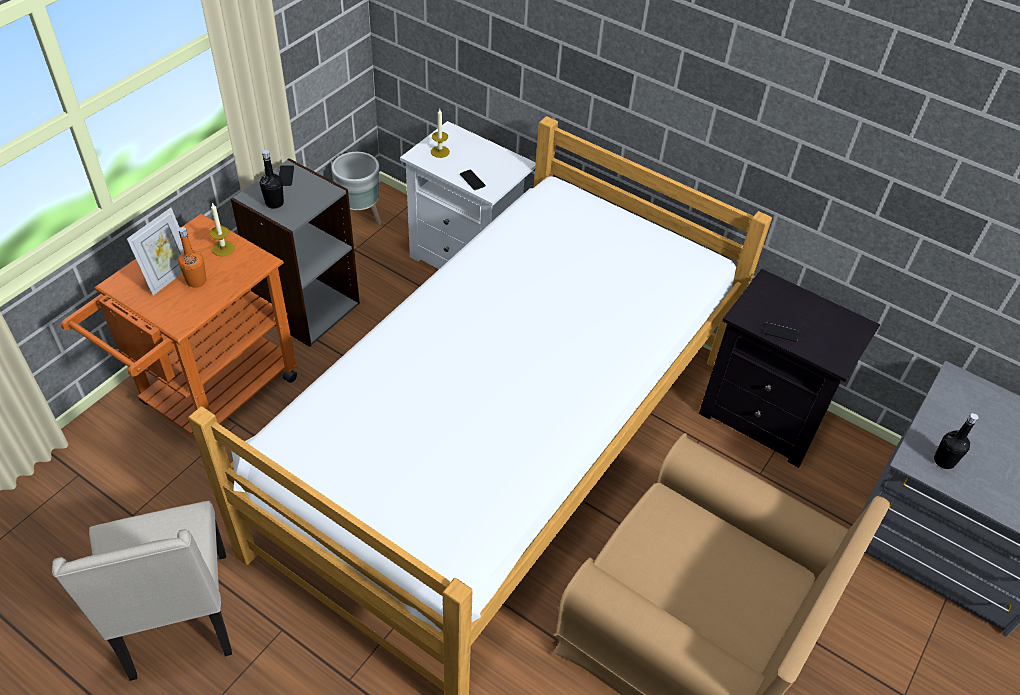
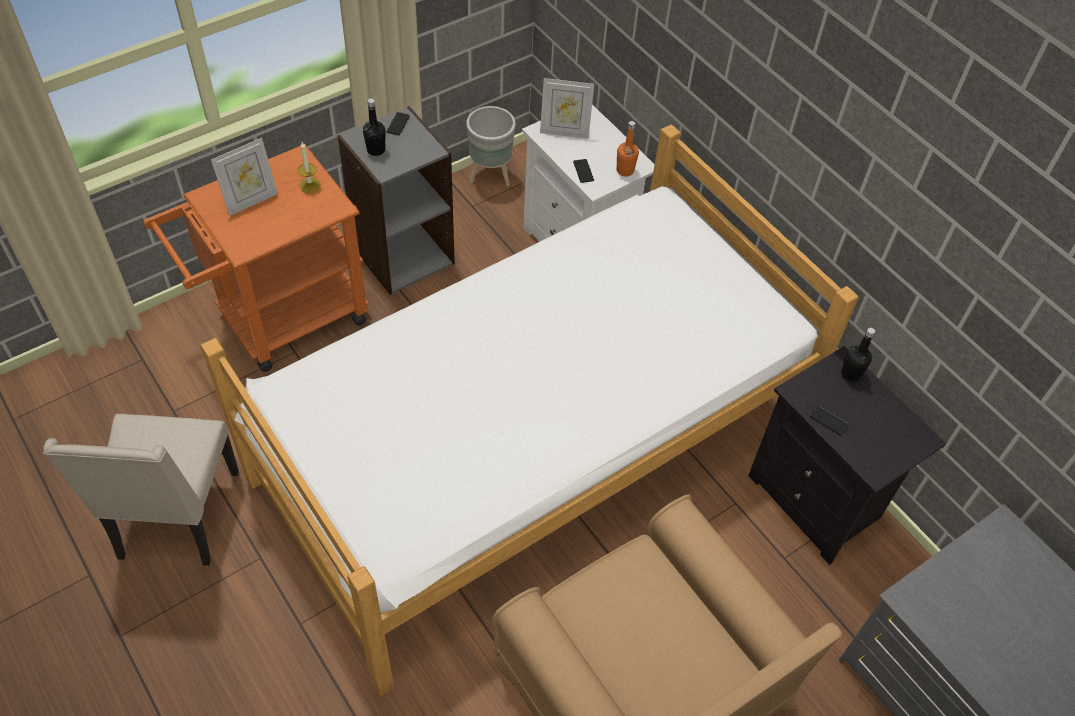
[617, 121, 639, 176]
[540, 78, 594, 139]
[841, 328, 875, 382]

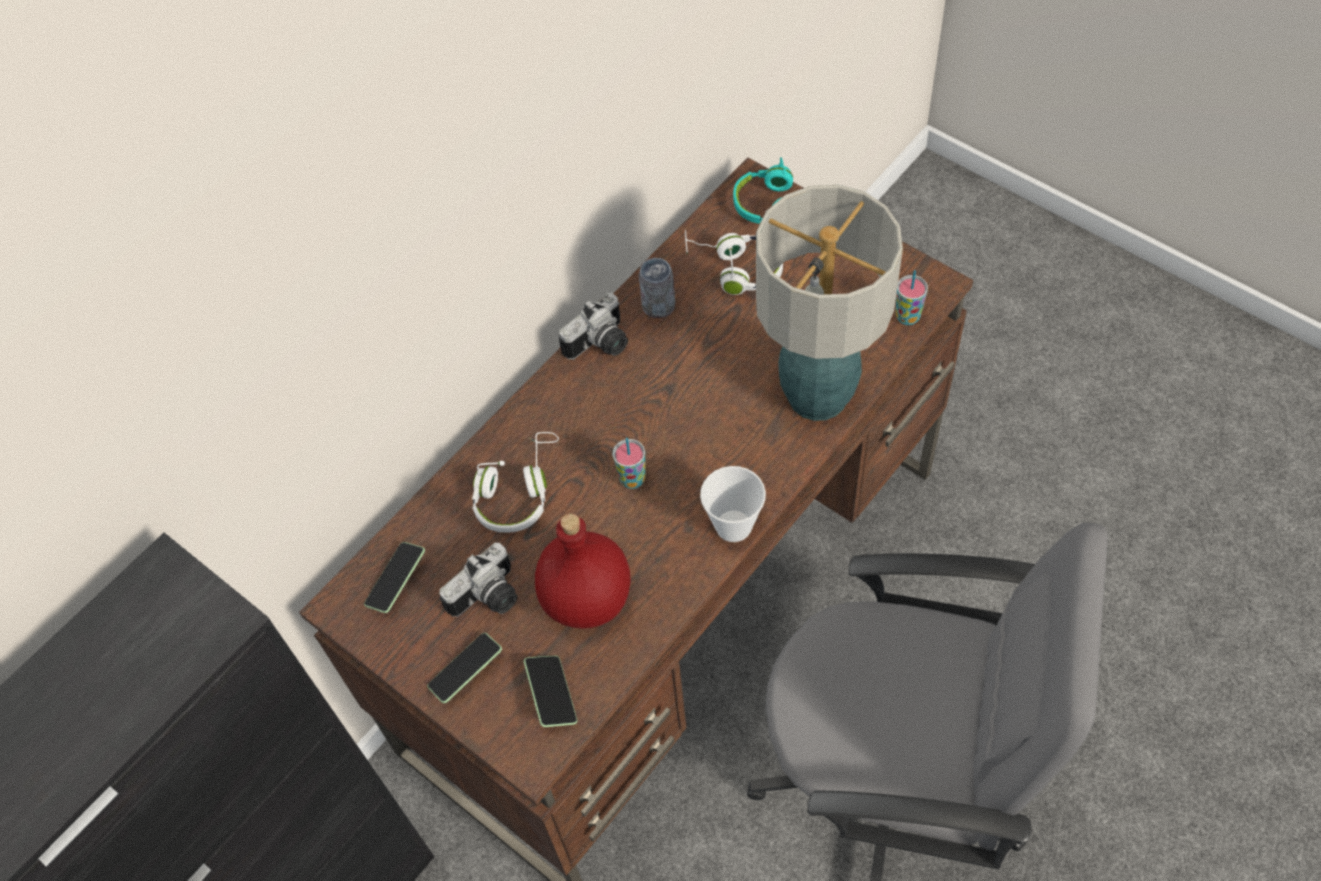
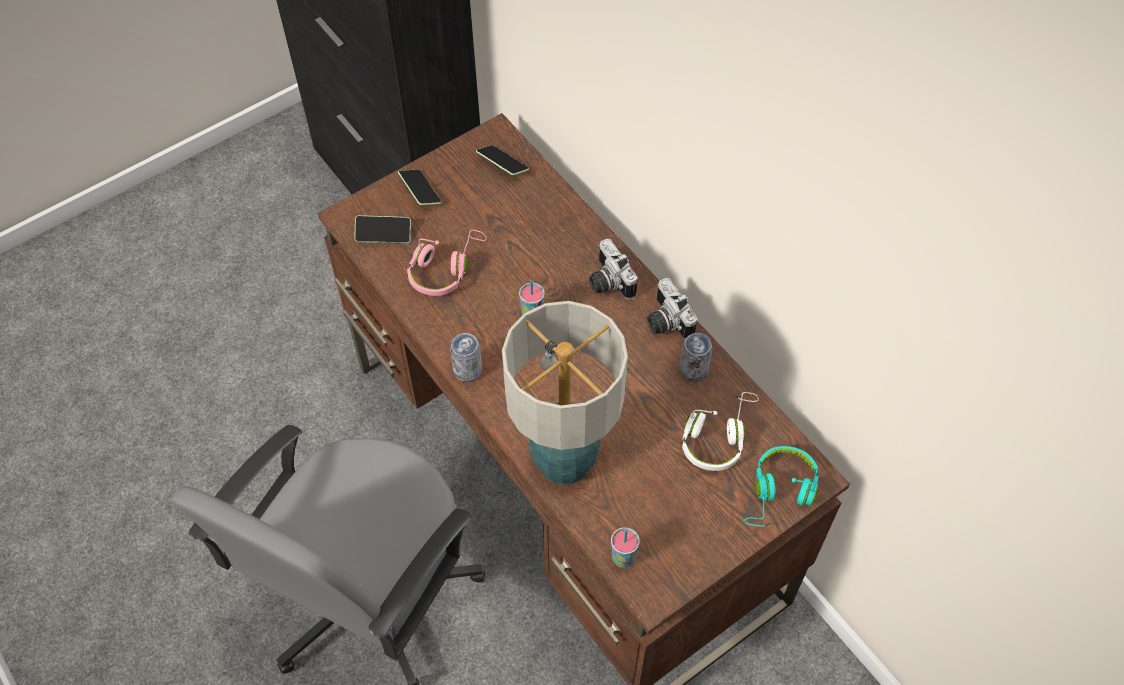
[588, 239, 638, 299]
[472, 432, 559, 533] (first image)
[407, 230, 487, 296]
[450, 333, 482, 382]

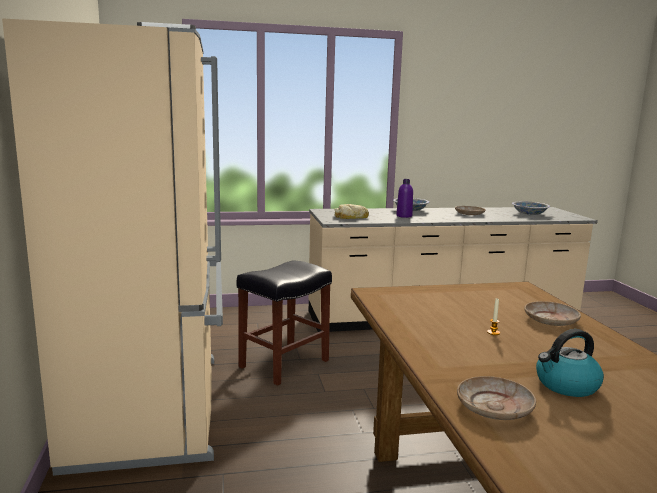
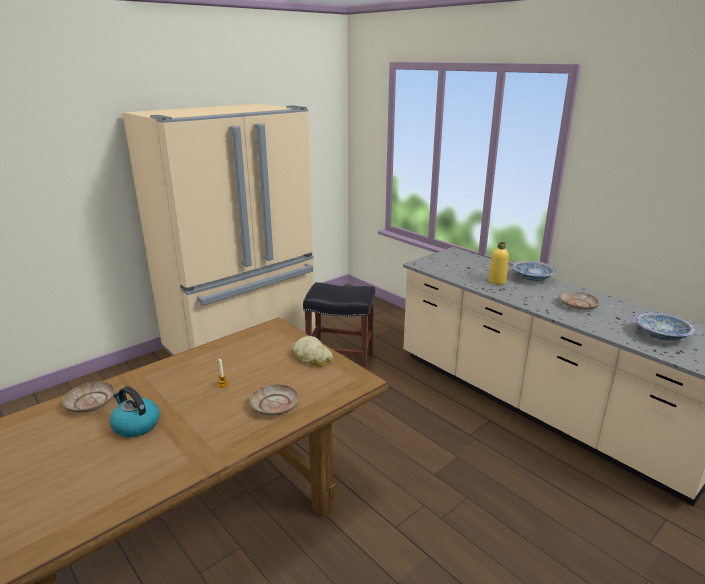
[292, 336, 333, 367]
[488, 242, 509, 285]

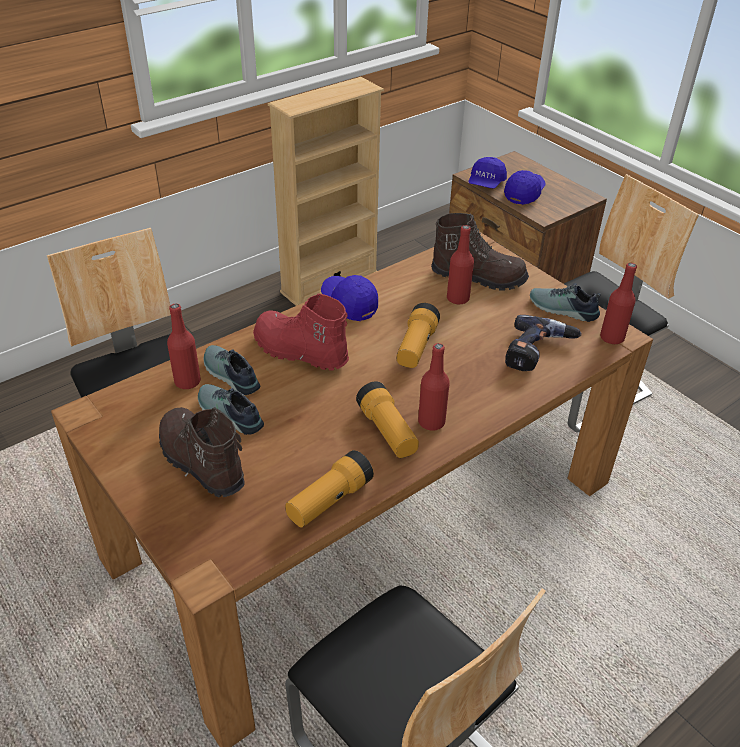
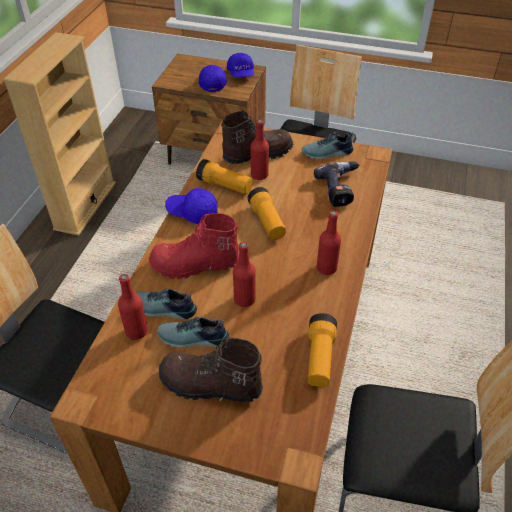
[196, 159, 253, 194]
[227, 53, 254, 78]
[233, 242, 256, 307]

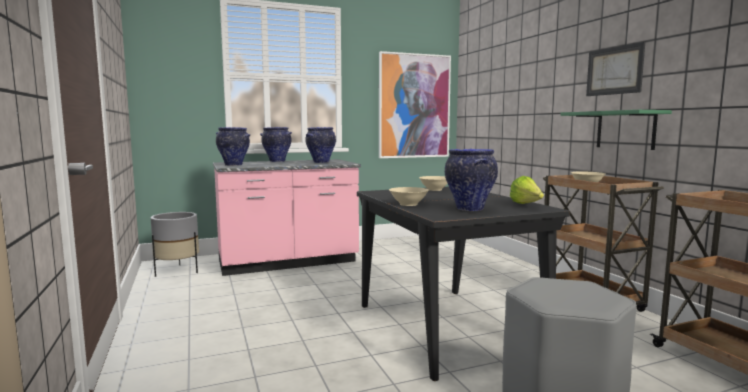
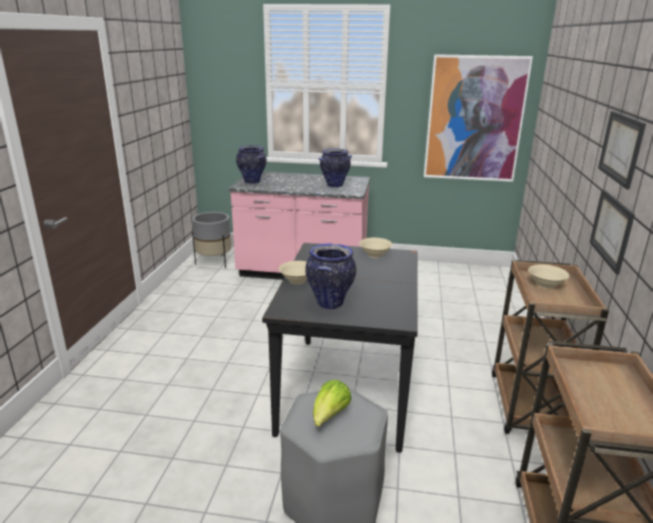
[260, 127, 292, 162] (first image)
[313, 379, 351, 427]
[590, 189, 635, 275]

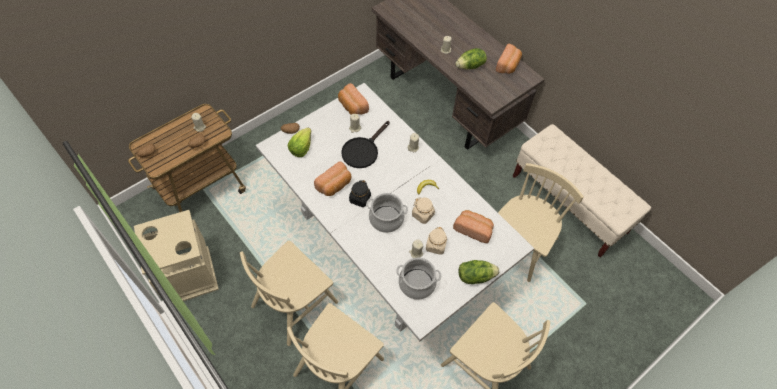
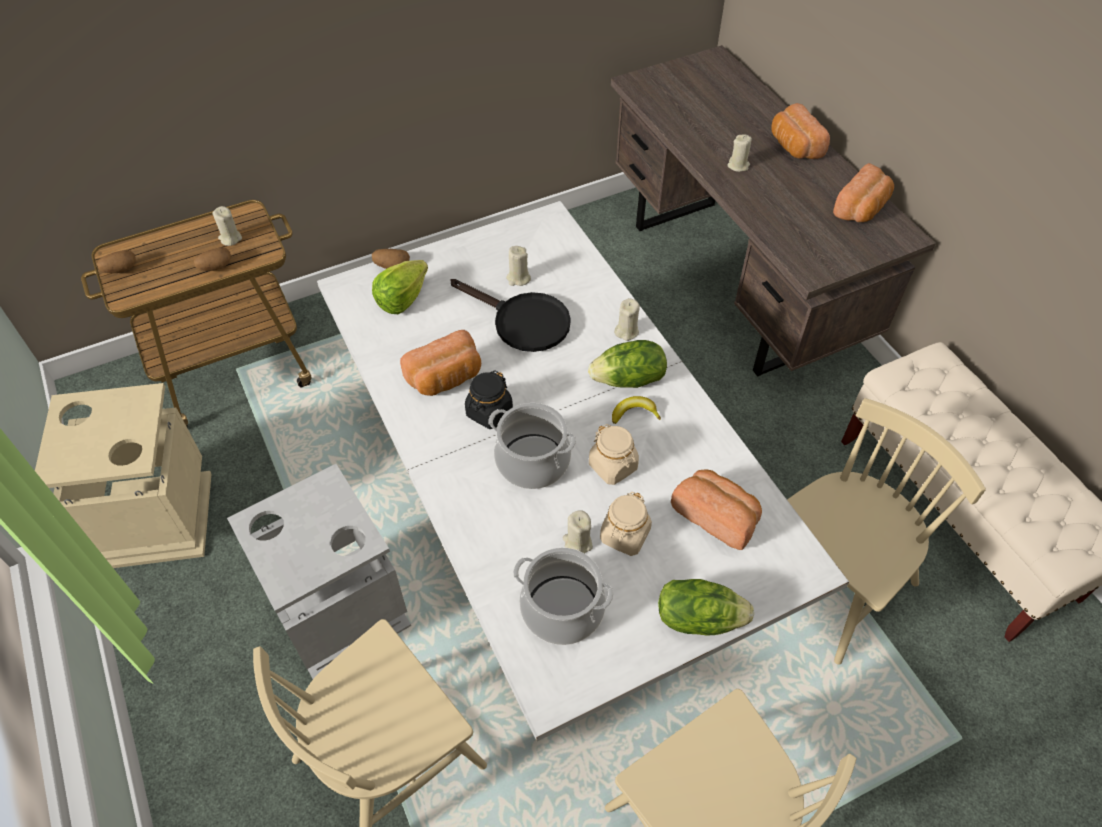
[227, 464, 411, 679]
[771, 103, 830, 159]
[450, 279, 571, 352]
[588, 340, 667, 388]

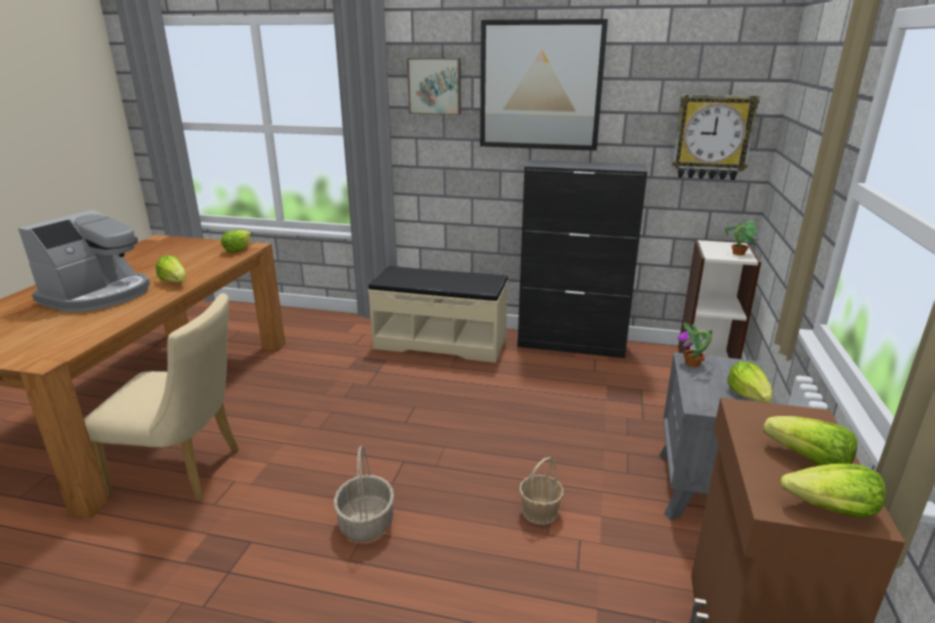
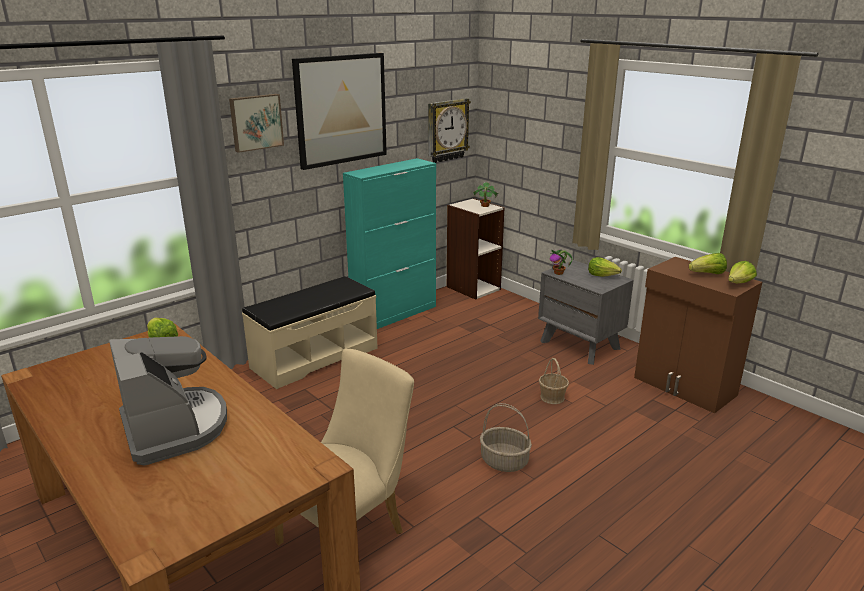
[156, 255, 186, 283] (first image)
[343, 158, 436, 329]

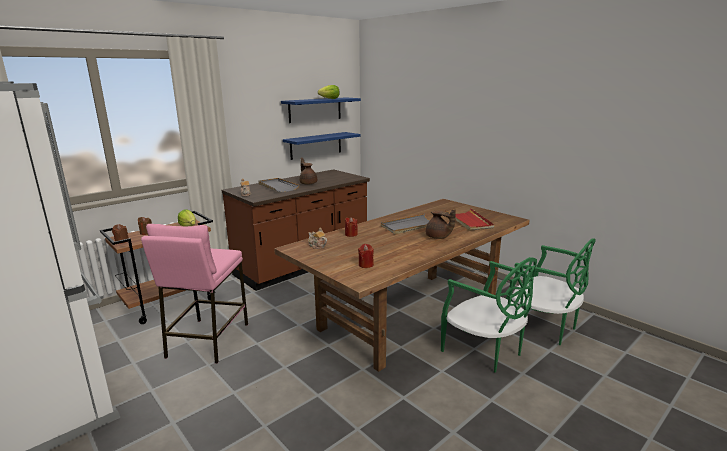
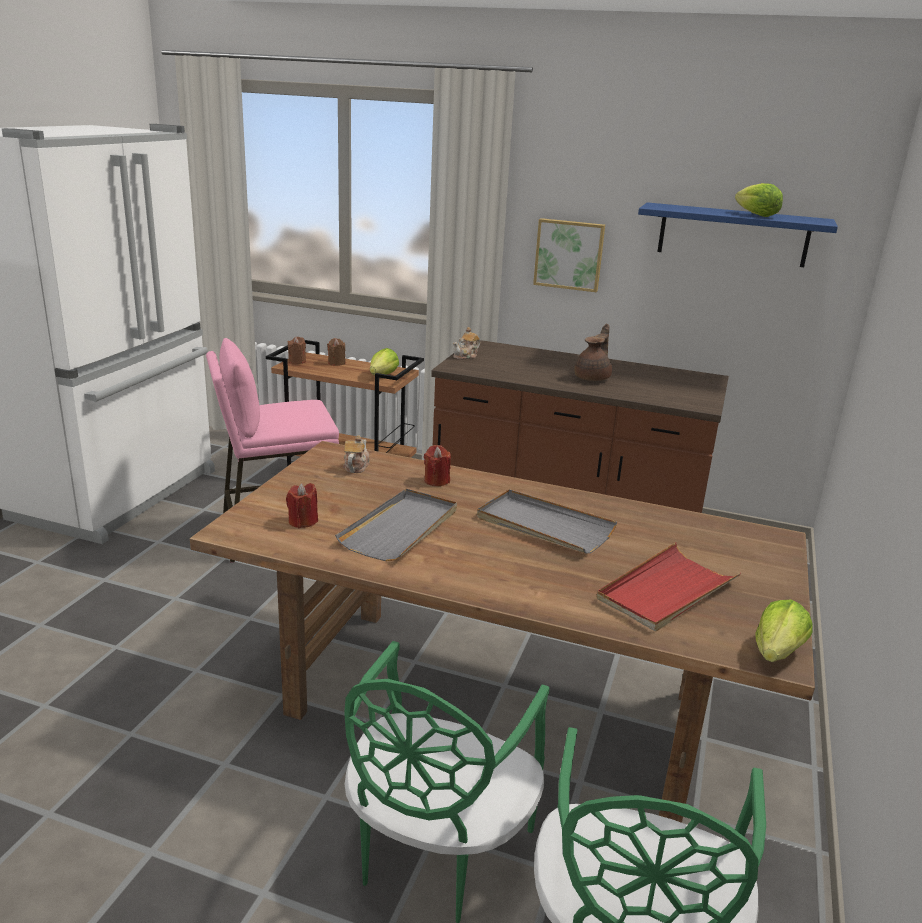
[335, 489, 457, 561]
[283, 132, 361, 160] (first image)
[426, 209, 456, 239] (first image)
[533, 218, 605, 292]
[756, 599, 813, 662]

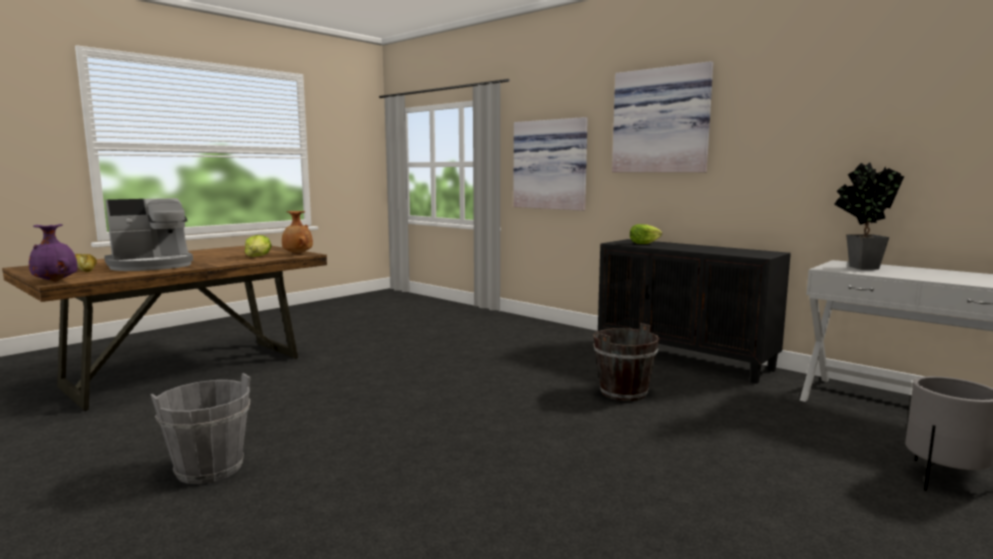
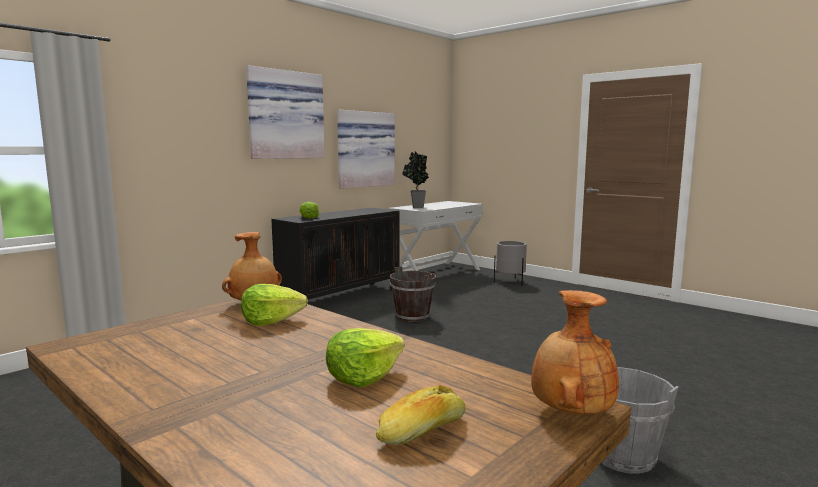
[531, 290, 619, 415]
[326, 328, 405, 388]
[337, 110, 395, 189]

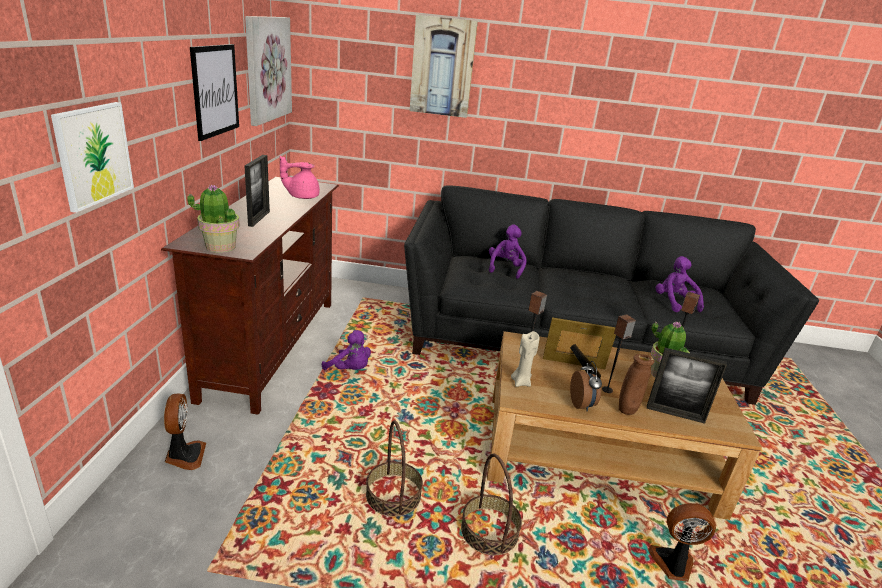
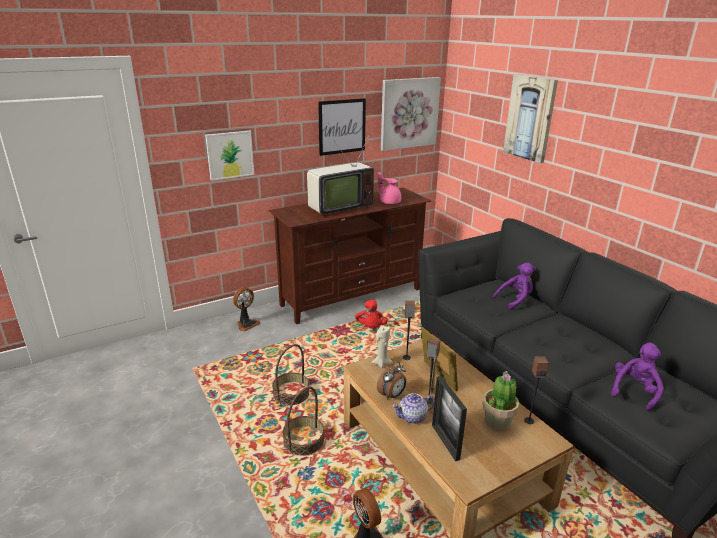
[187, 184, 240, 253] (first image)
[307, 136, 374, 217]
[355, 300, 388, 328]
[392, 393, 434, 424]

